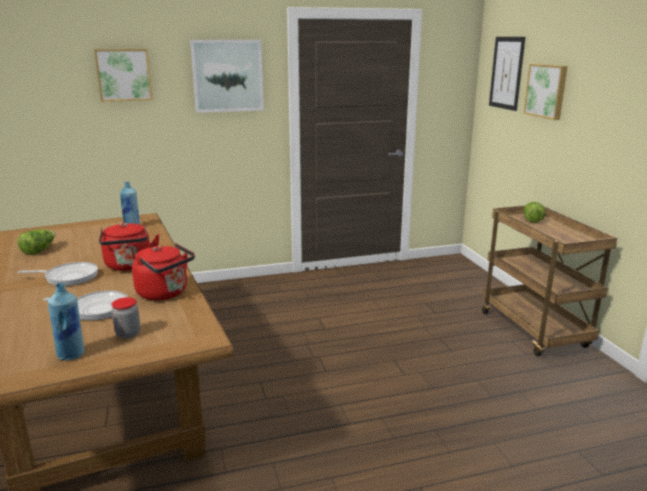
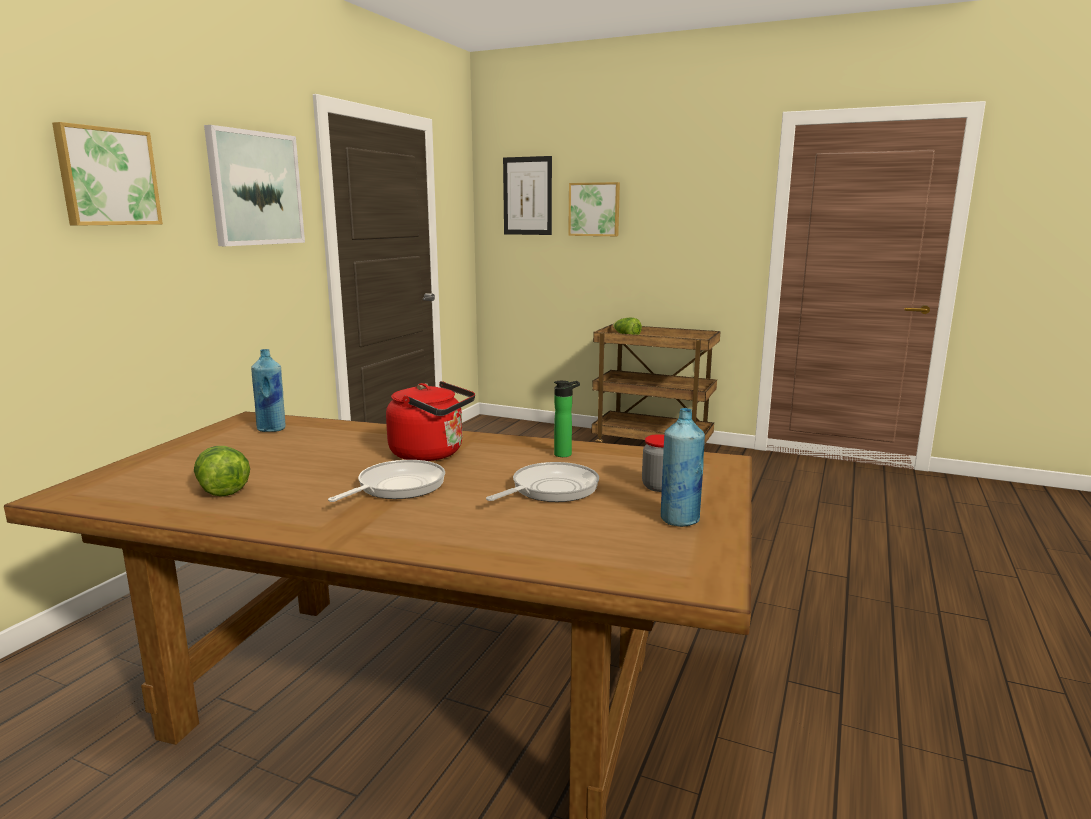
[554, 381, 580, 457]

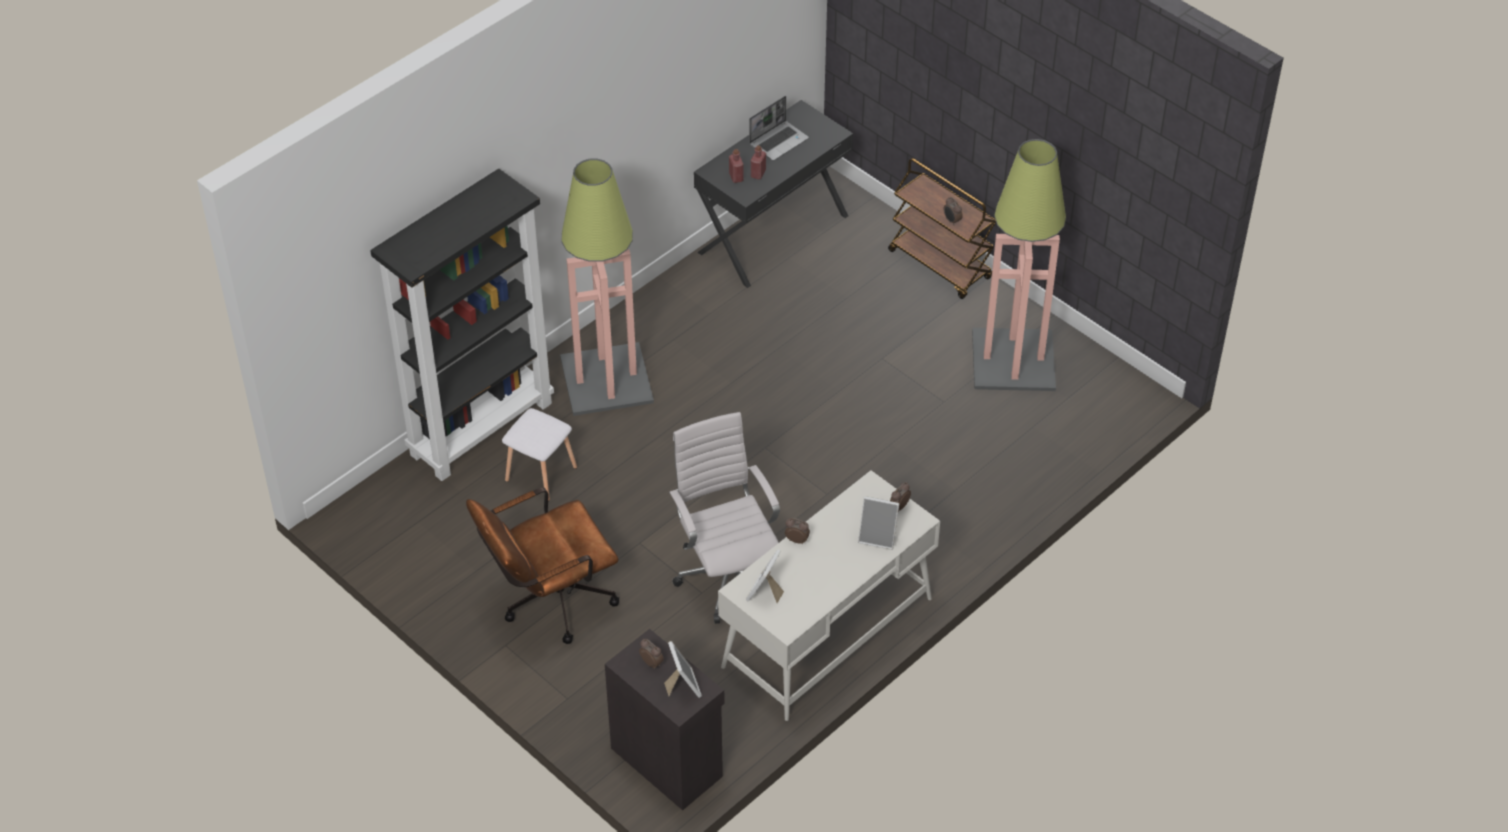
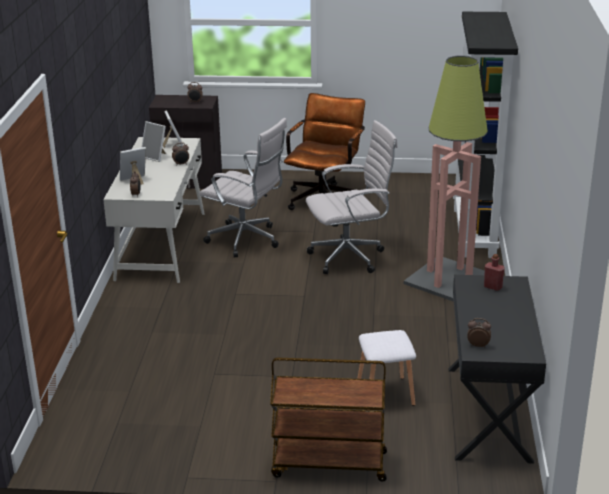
[357, 330, 416, 406]
[142, 121, 166, 162]
[749, 96, 809, 160] (first image)
[751, 145, 766, 179] (first image)
[467, 318, 491, 348]
[972, 139, 1066, 391] (first image)
[306, 120, 398, 274]

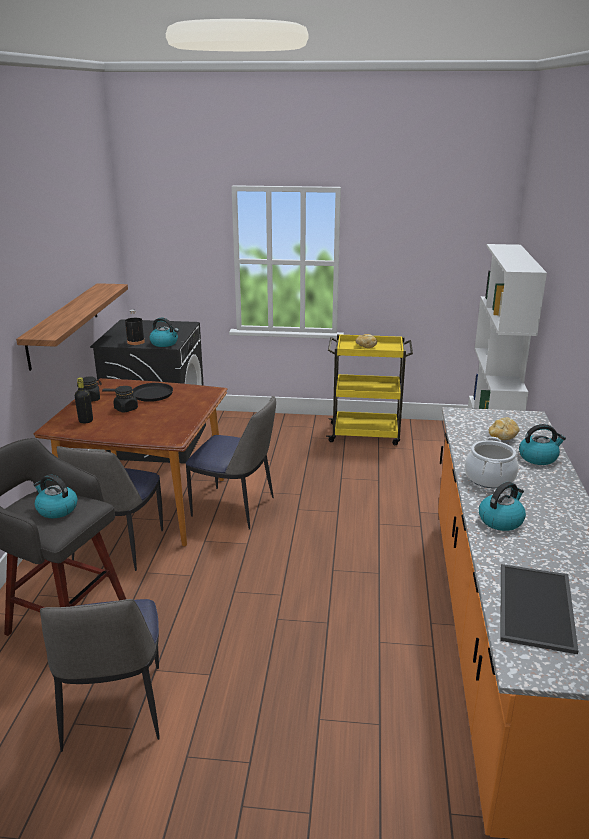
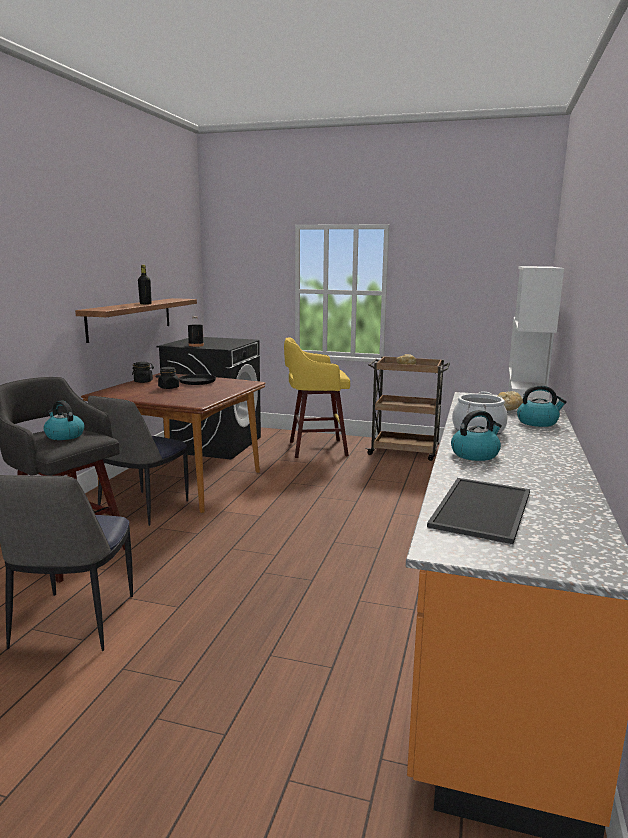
[138, 265, 152, 305]
[150, 318, 179, 347] (first image)
[186, 395, 276, 530] (first image)
[365, 356, 450, 461]
[284, 338, 350, 458]

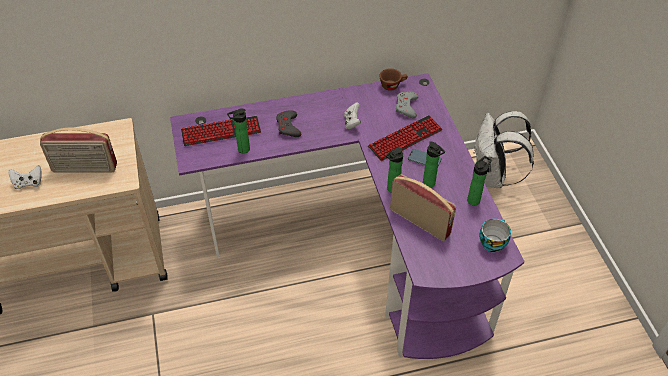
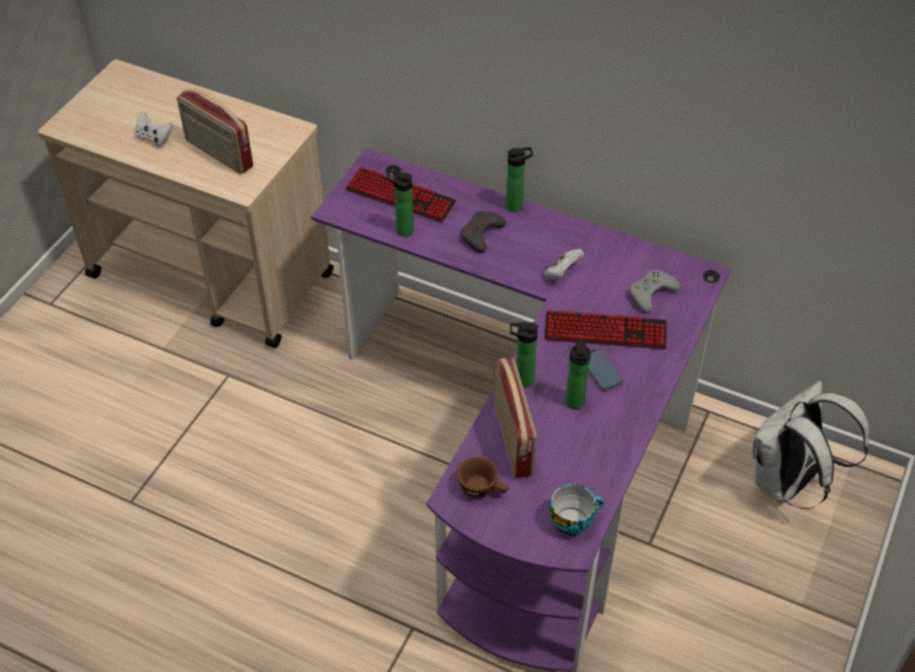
[457, 457, 509, 498]
[506, 147, 533, 212]

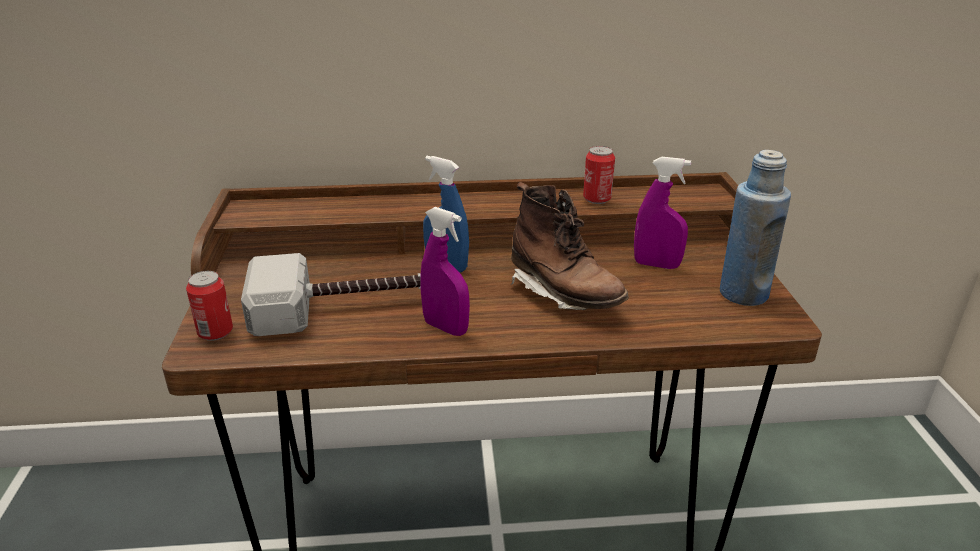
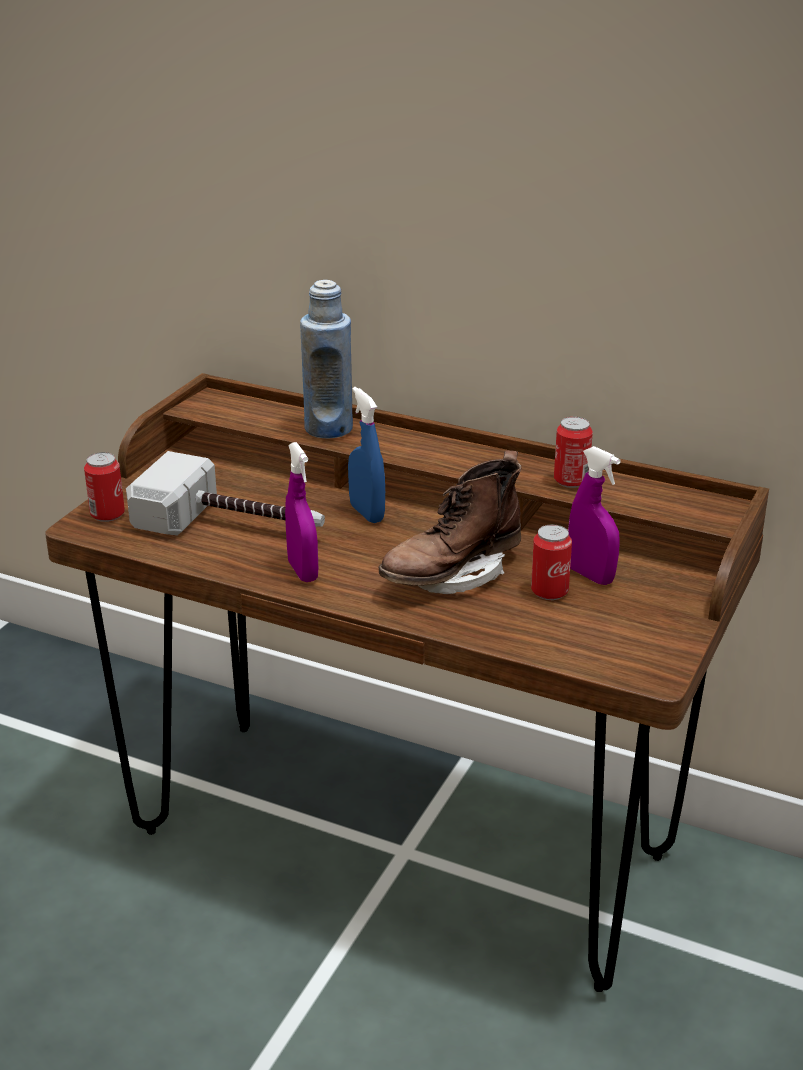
[379, 450, 522, 594]
[300, 280, 353, 438]
[531, 525, 572, 600]

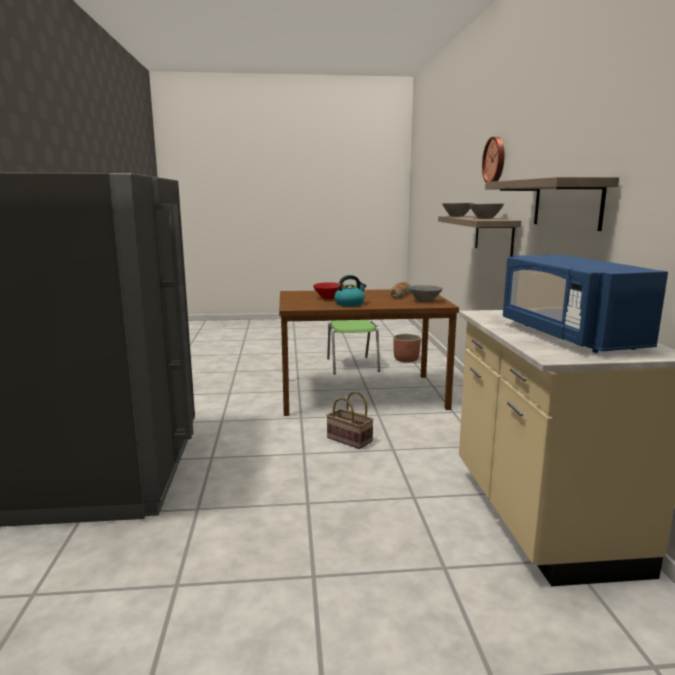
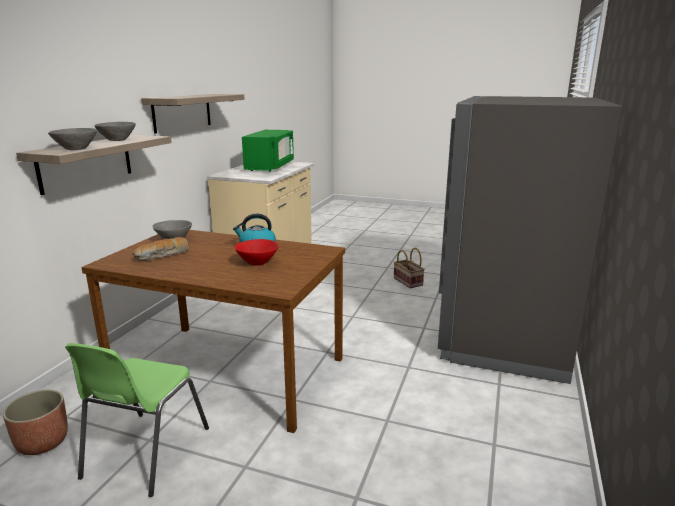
[394, 248, 425, 288]
[482, 137, 505, 182] (first image)
[242, 130, 294, 172]

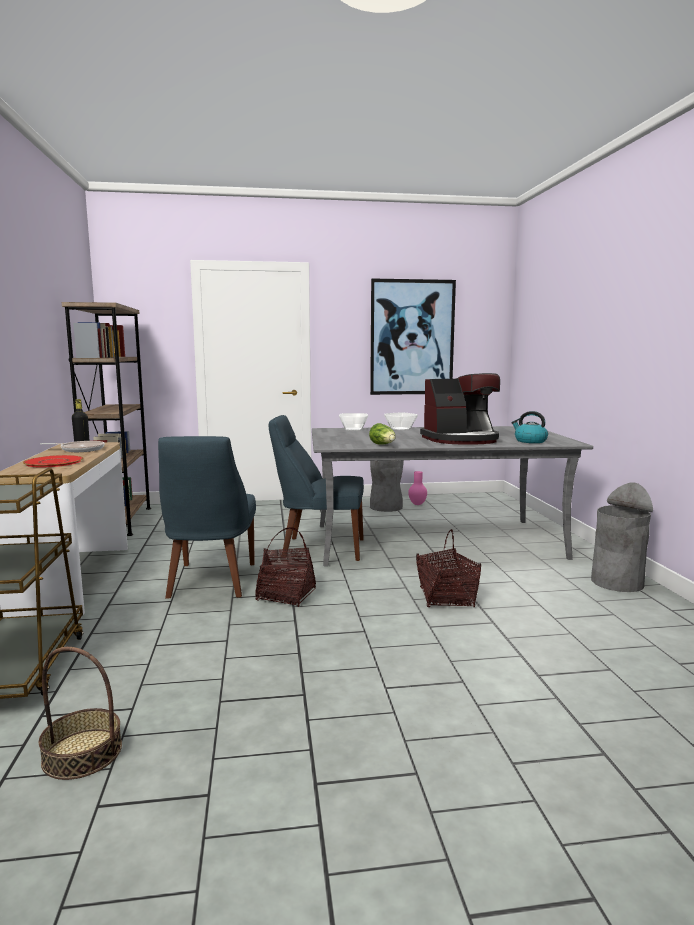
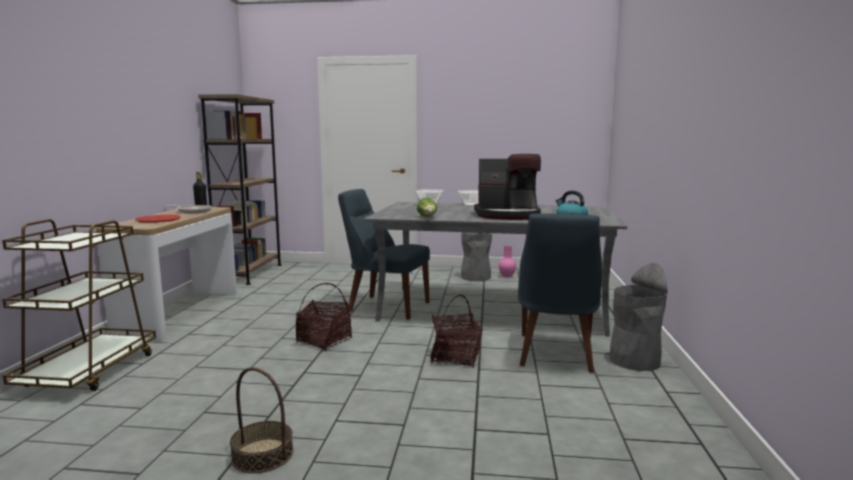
[230, 367, 294, 473]
[518, 213, 602, 373]
[370, 278, 456, 395] (first image)

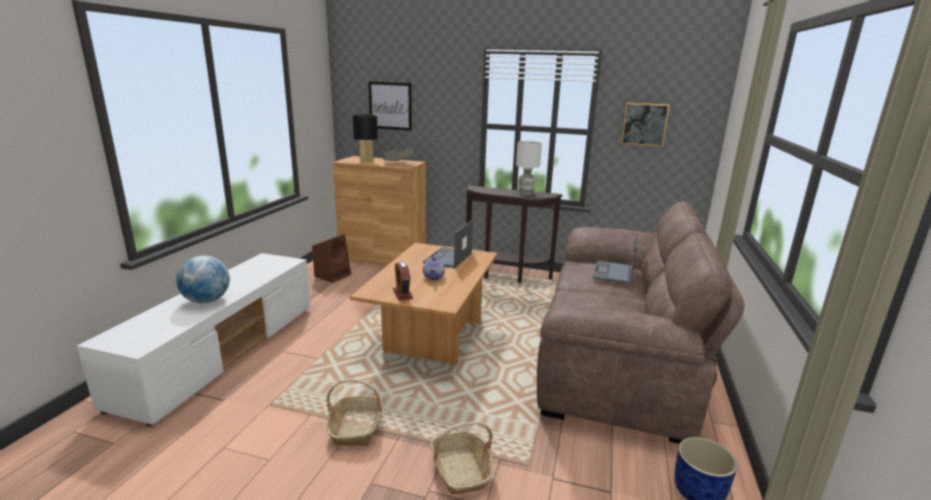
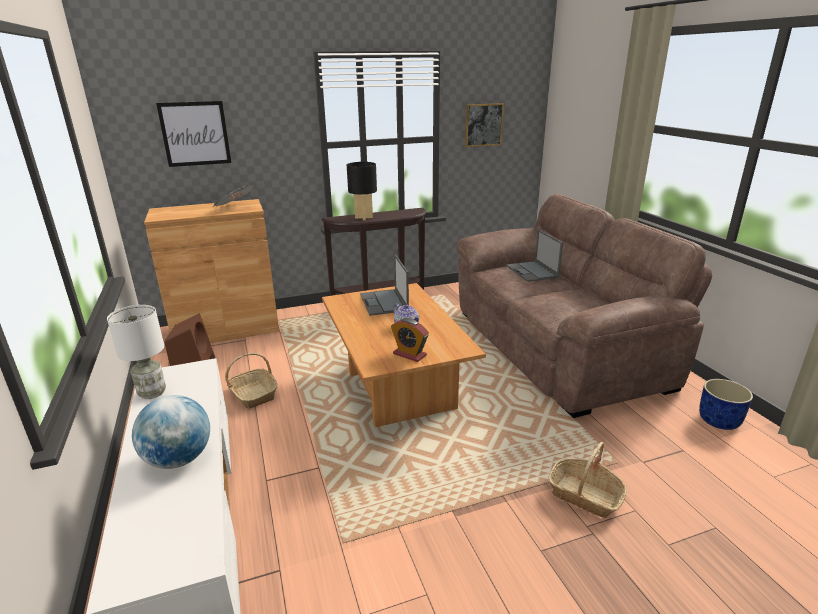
[225, 353, 277, 409]
[347, 162, 377, 220]
[107, 305, 166, 399]

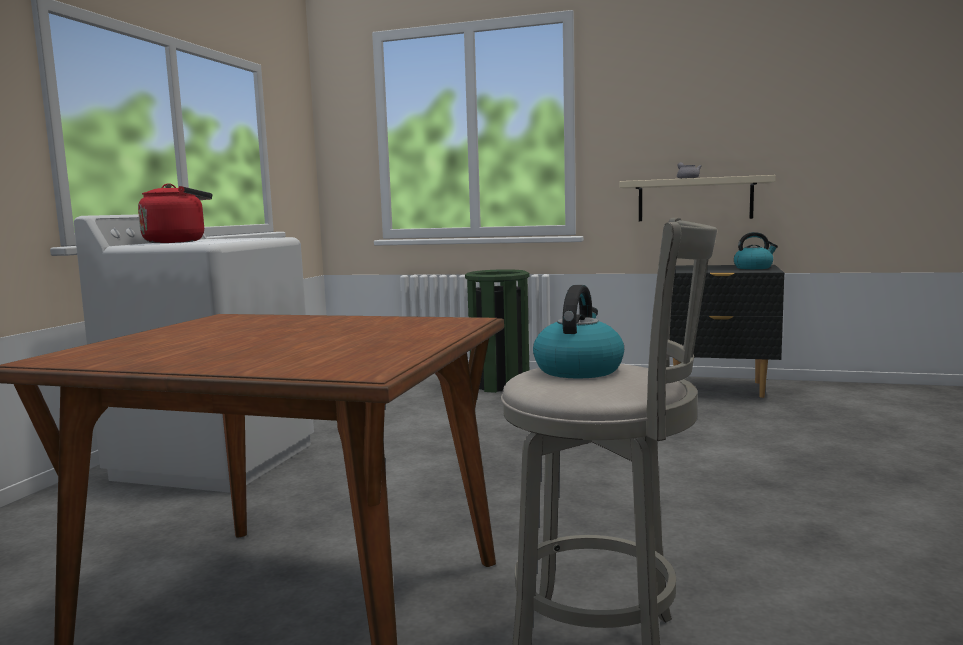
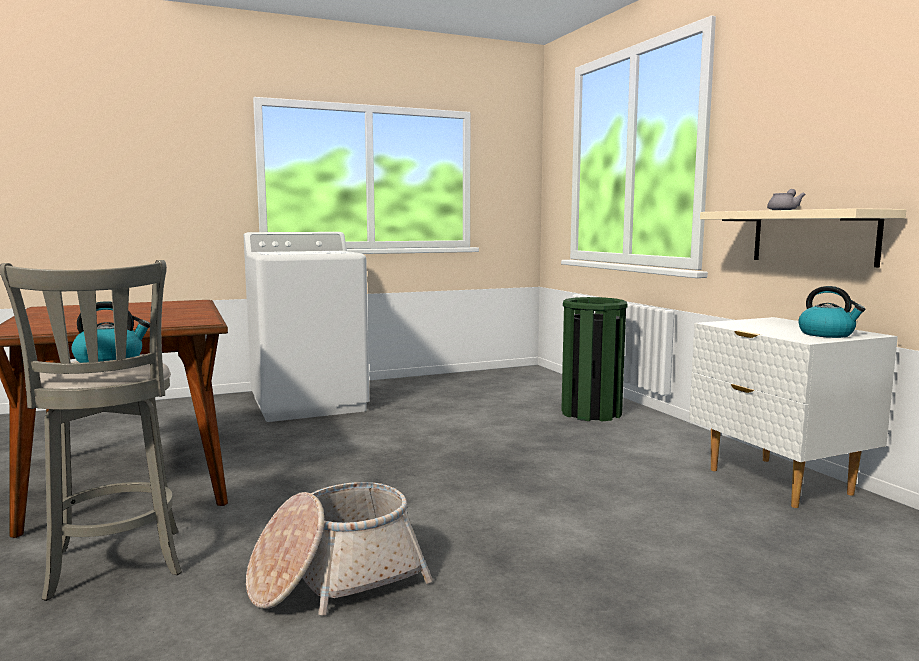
[138, 183, 212, 243] (first image)
[689, 317, 898, 508]
[246, 482, 433, 615]

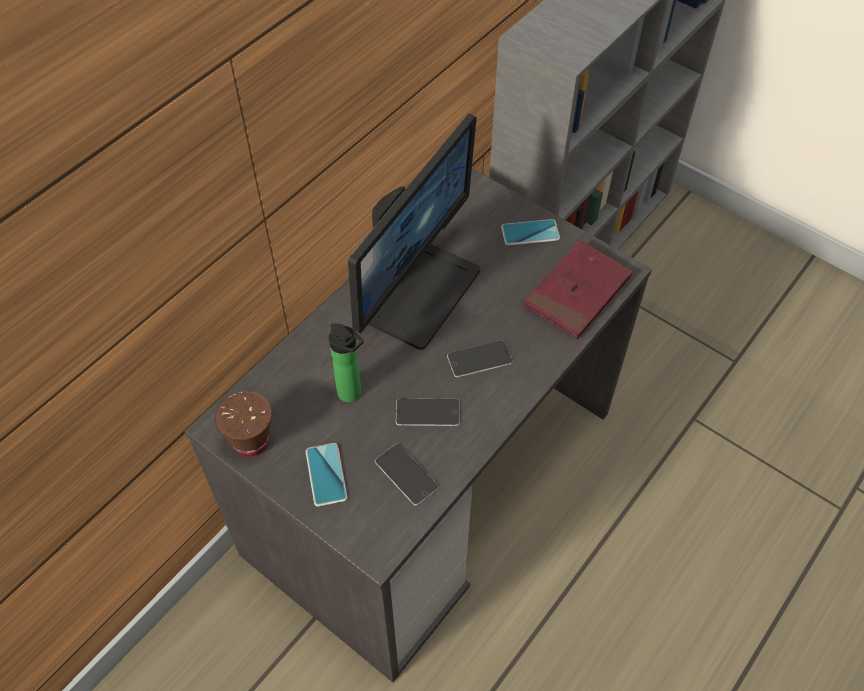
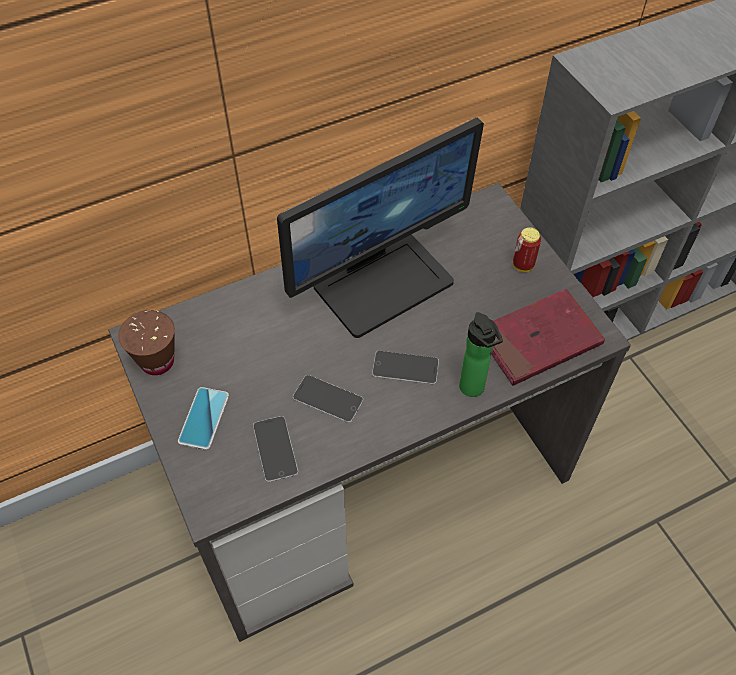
[459, 312, 503, 397]
[513, 228, 541, 272]

